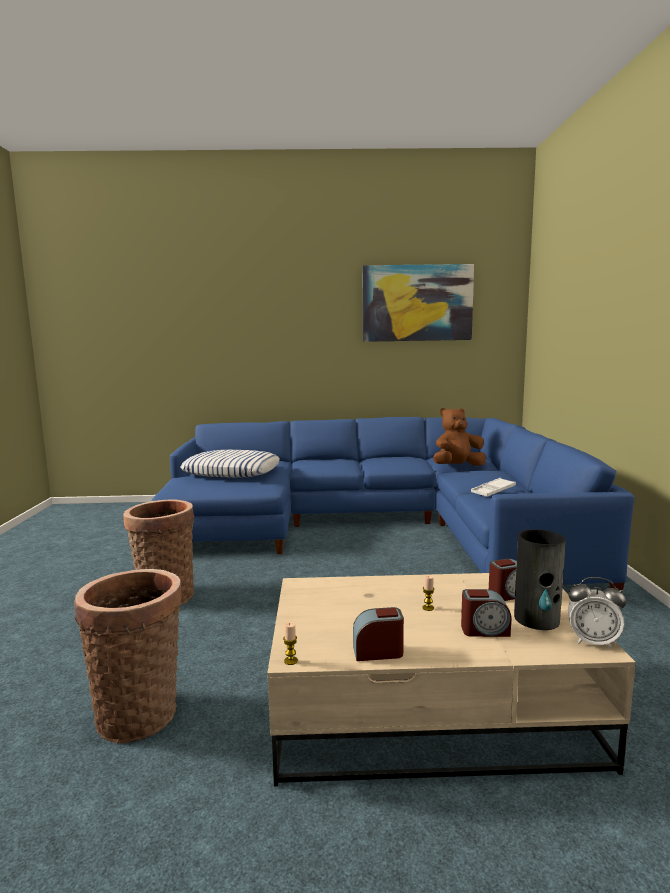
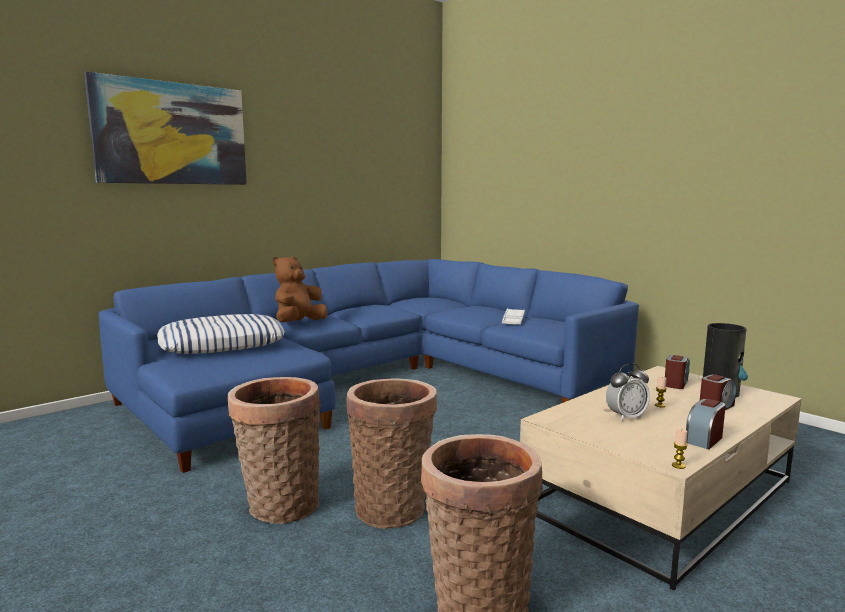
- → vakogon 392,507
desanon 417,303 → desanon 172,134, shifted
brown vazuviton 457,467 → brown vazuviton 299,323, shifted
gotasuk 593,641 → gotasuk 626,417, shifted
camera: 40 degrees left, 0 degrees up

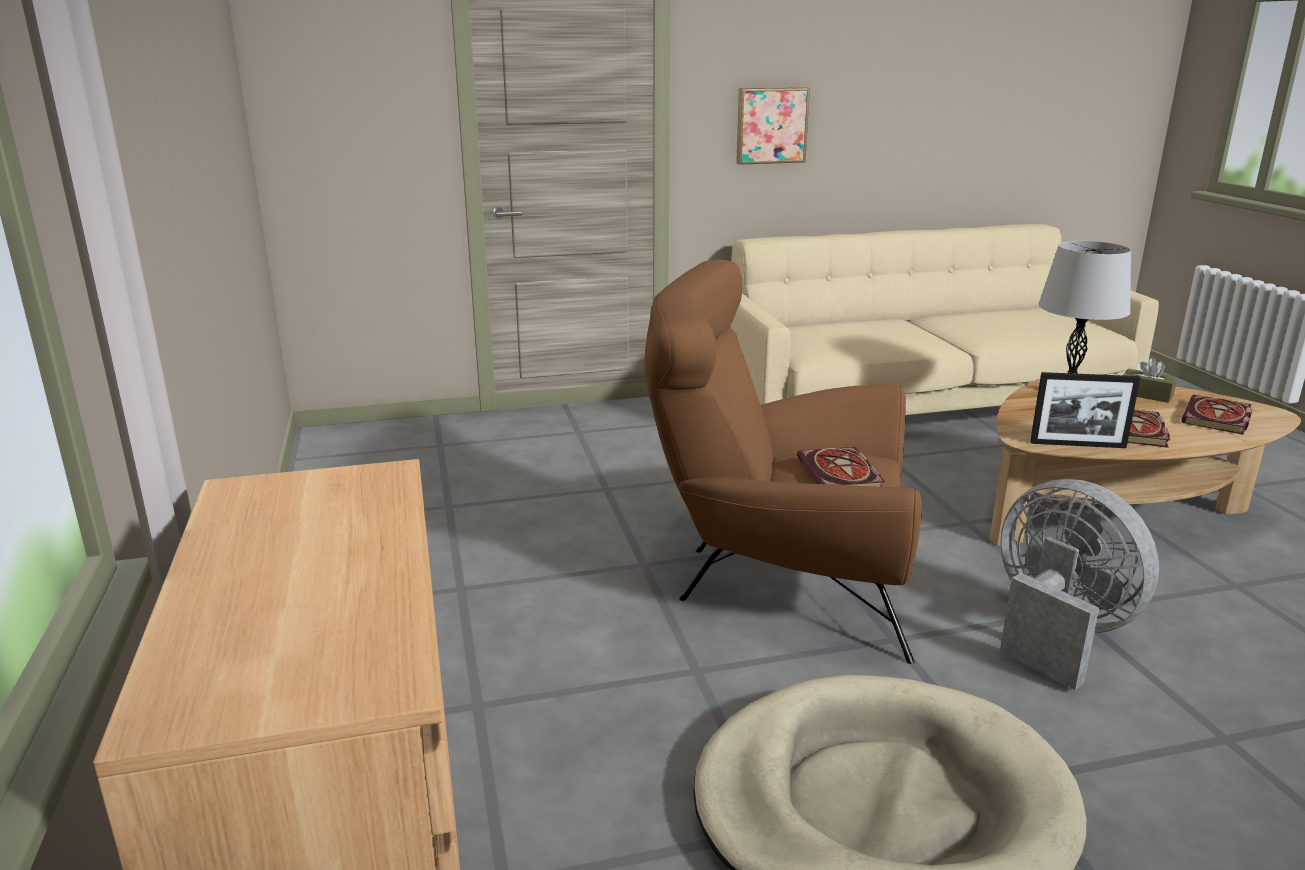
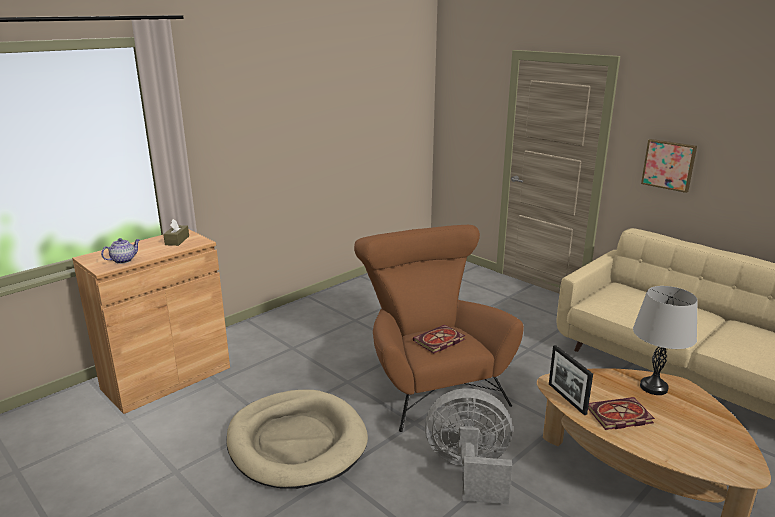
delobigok 1217,419 → -
- → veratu 123,260
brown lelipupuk 1146,394 → brown lelipupuk 177,240, shifted
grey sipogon 1057,632 → grey sipogon 469,471, 105 degrees counterclockwise
camera: 60 degrees right, 0 degrees up

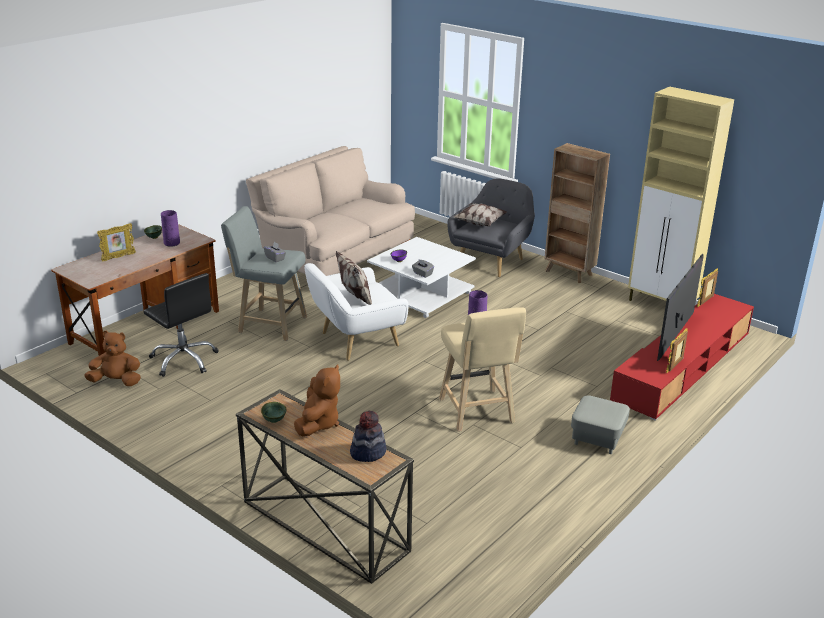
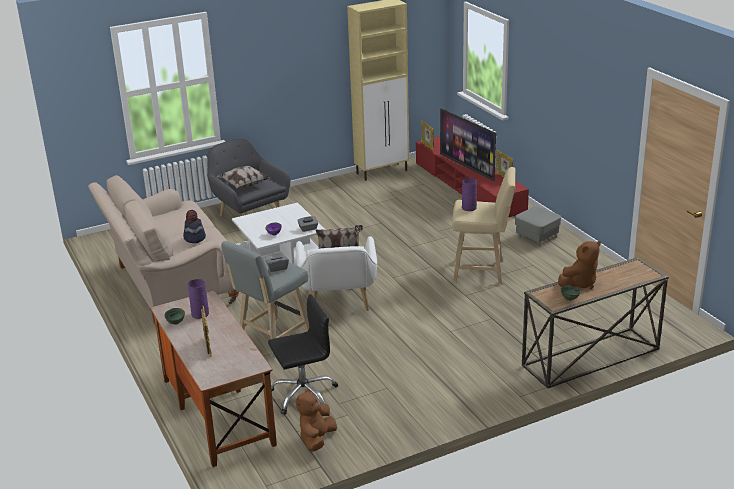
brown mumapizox 569,273 → -
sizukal 367,452 → sizukal 194,238, shifted
brown vazuviton 318,423 → brown vazuviton 579,283, 105 degrees clockwise
camera: 65 degrees left, 0 degrees up

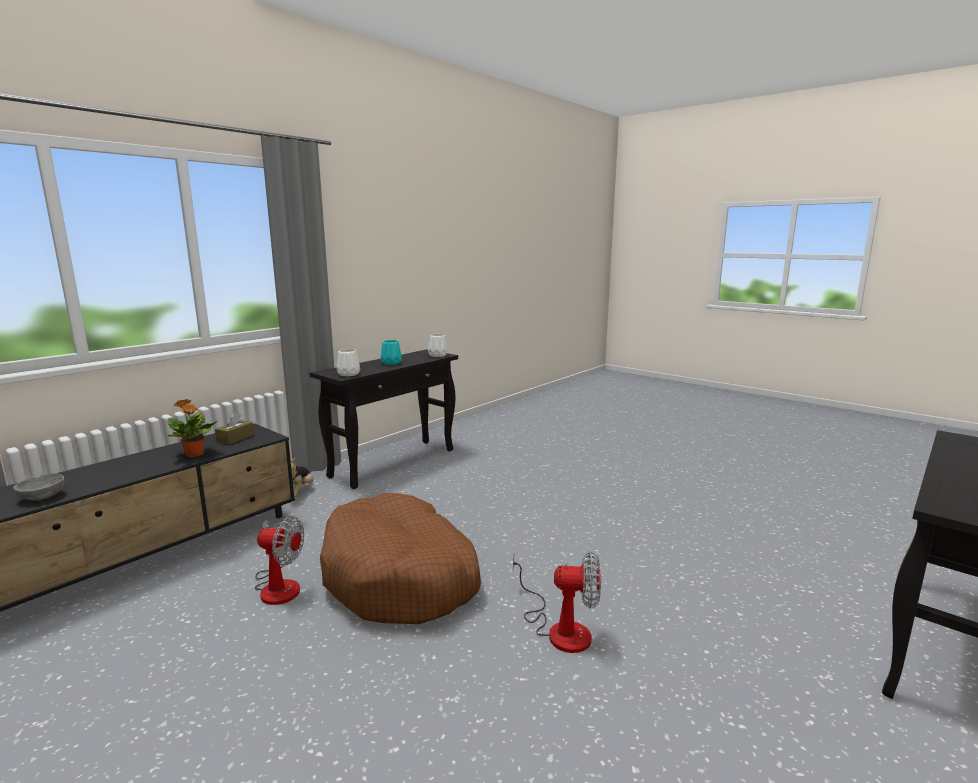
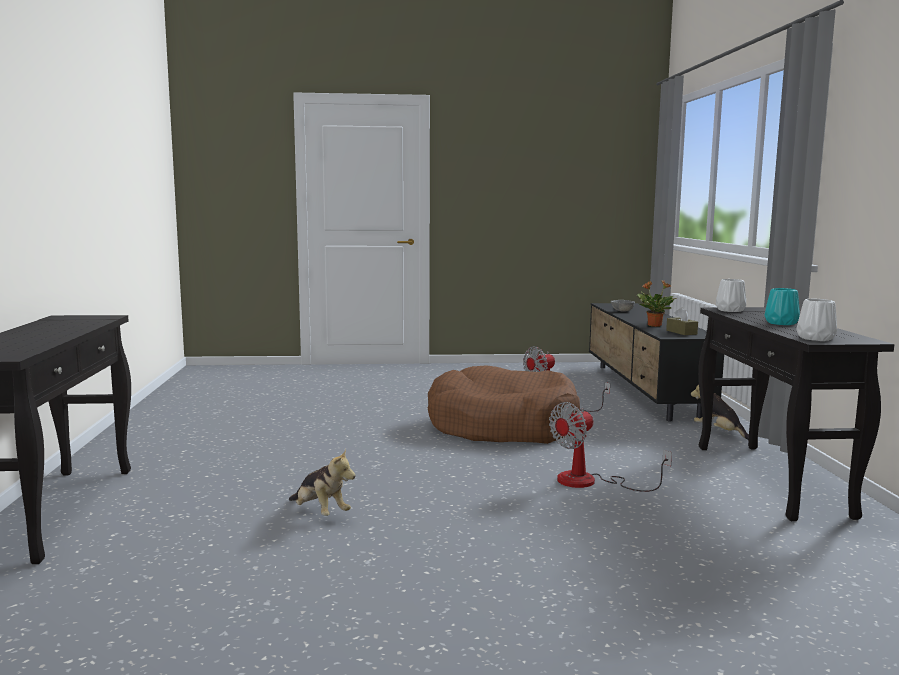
- → vazuviton 320,512
sipogon 559,628 → sipogon 590,482, shifted
camera: 135 degrees right, 5 degrees down

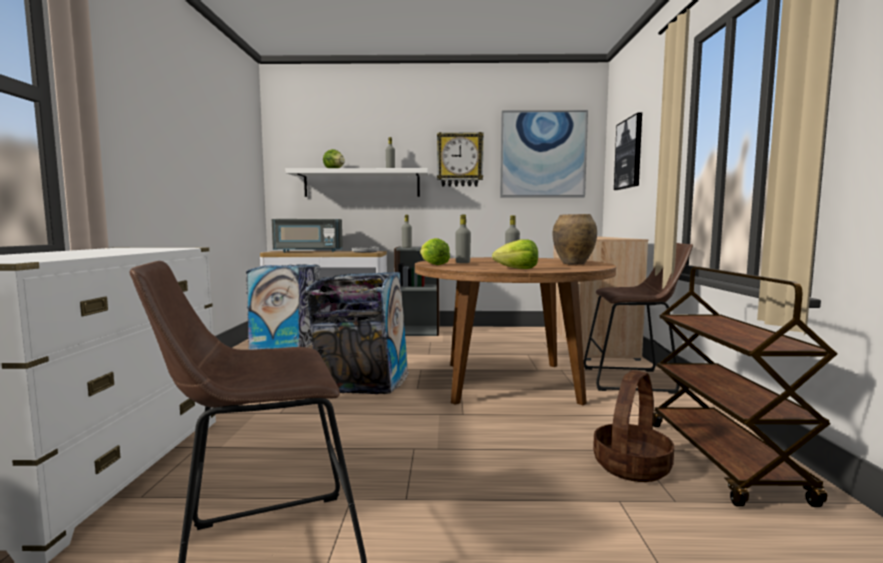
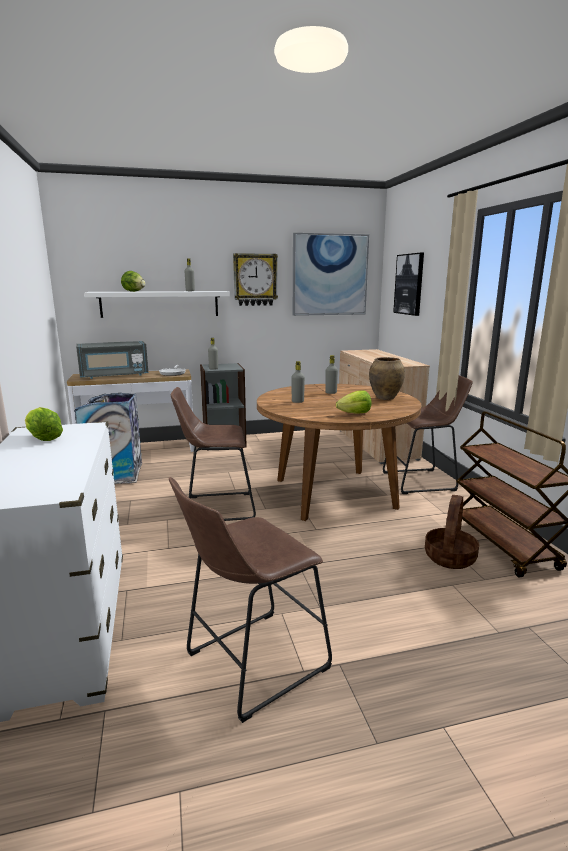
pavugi 433,264 → pavugi 43,438, shifted
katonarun 362,383 → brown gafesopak 215,508
camera: 15 degrees left, 10 degrees up

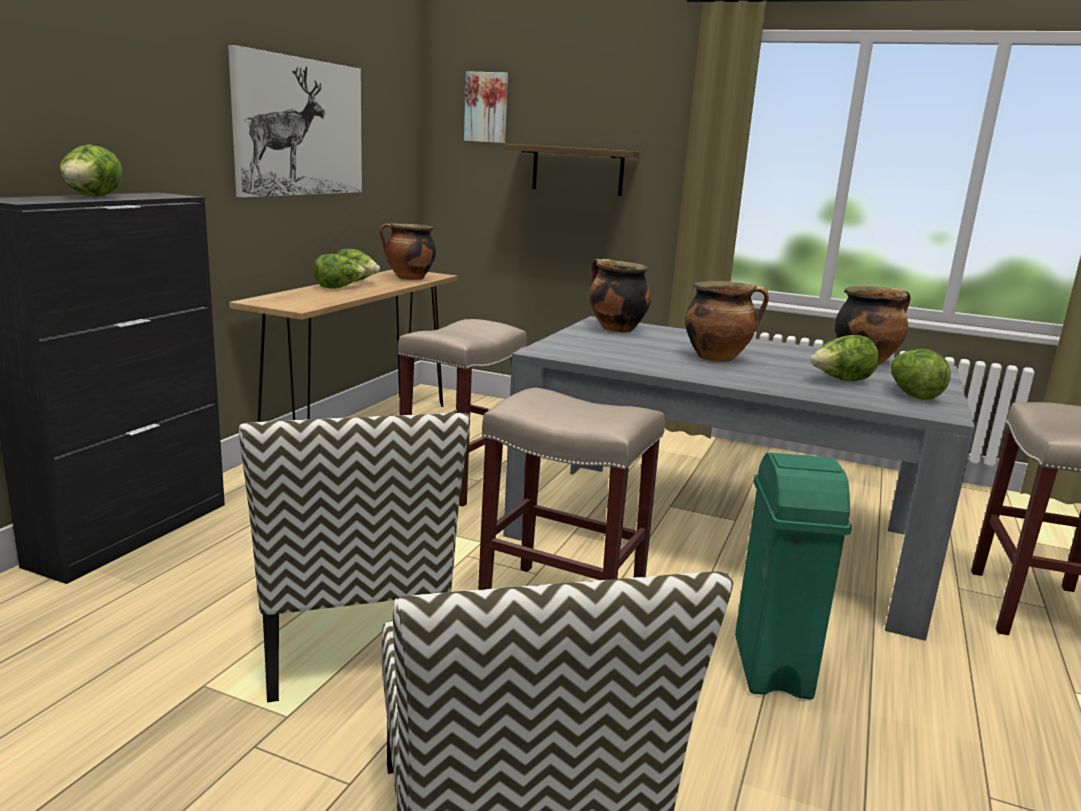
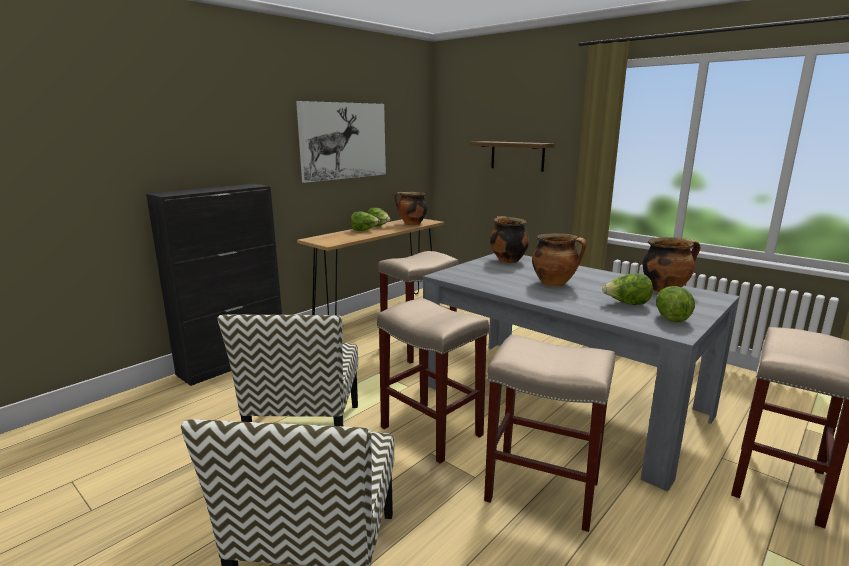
pavugi 92,197 → -
desanon 487,107 → -
green katonarun 771,667 → beige gafesopak 540,491
camera: 20 degrees right, 0 degrees up

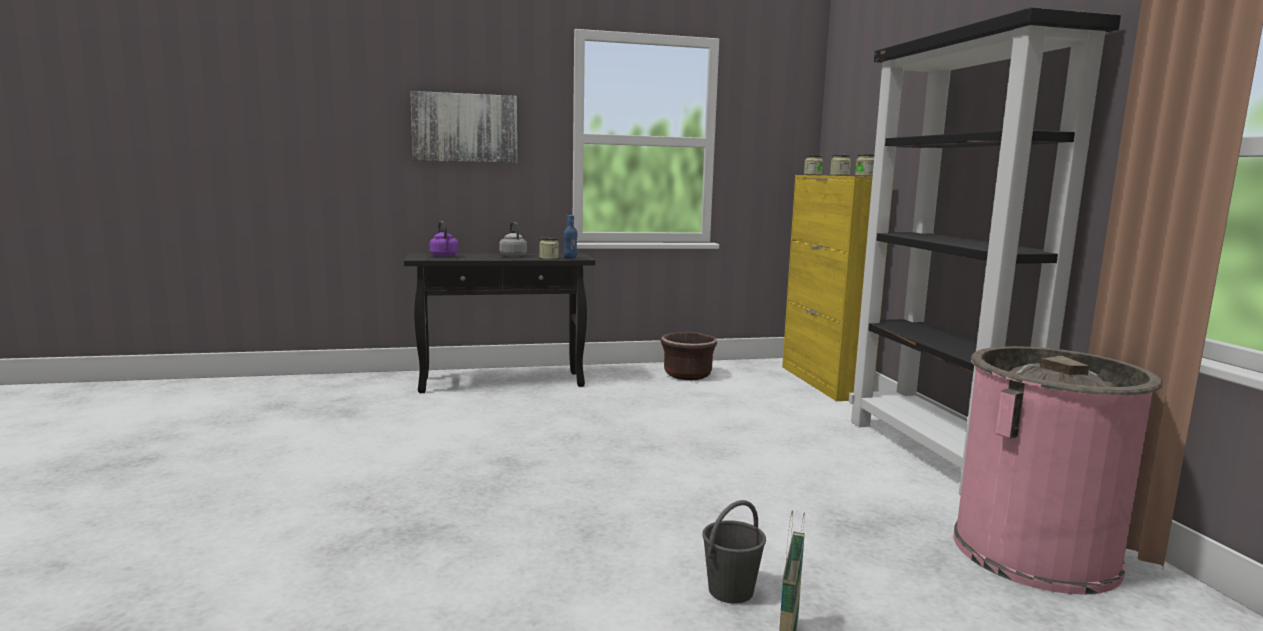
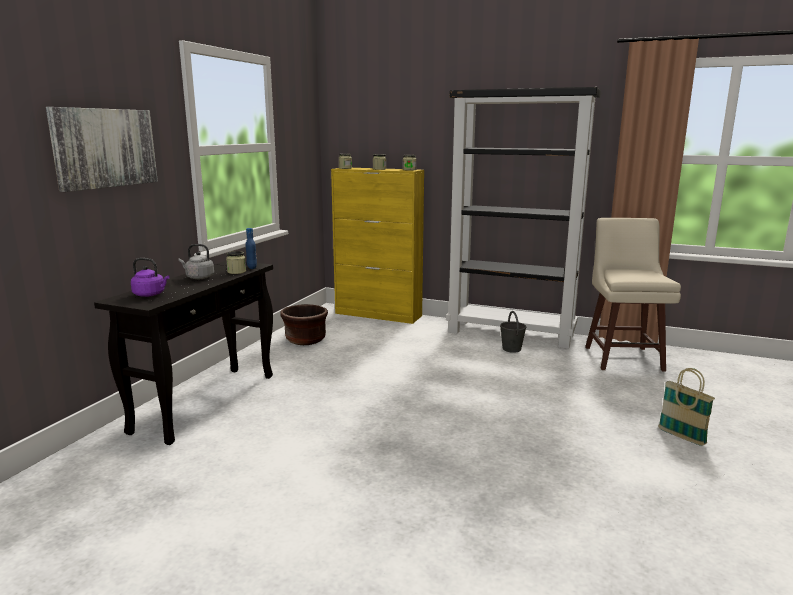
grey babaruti 730,591 → grey babaruti 511,349, shifted
pink katonarun 1035,551 → beige gafesopak 623,358
camera: 55 degrees left, 5 degrees up

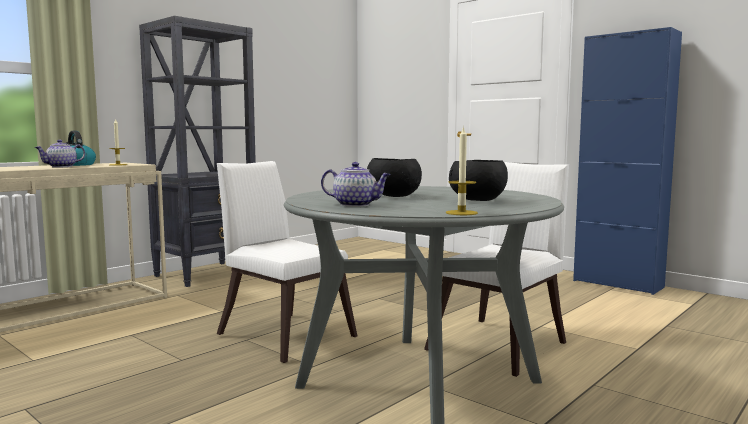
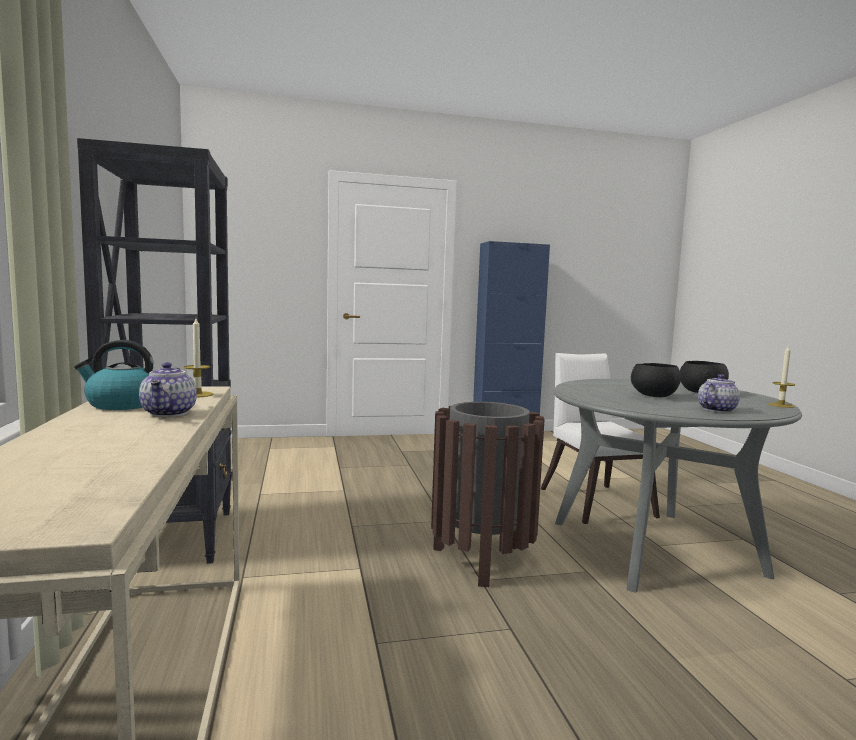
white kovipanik 282,333 → brown katonarun 482,559
camera: 55 degrees left, 0 degrees up

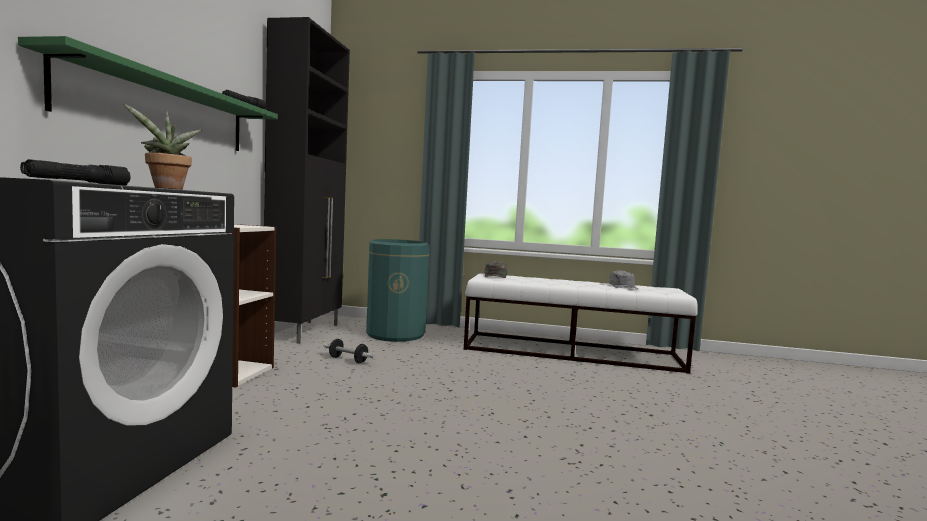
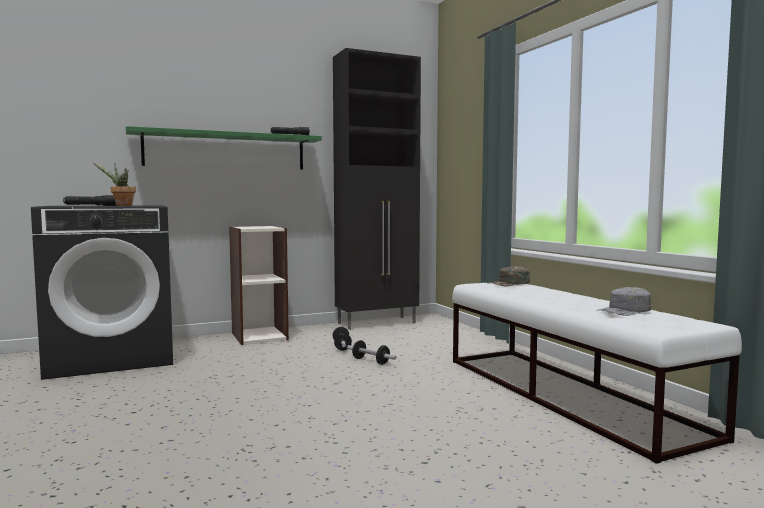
green katonarun 395,334 → -
- → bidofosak 370,361
camera: 55 degrees right, 0 degrees up

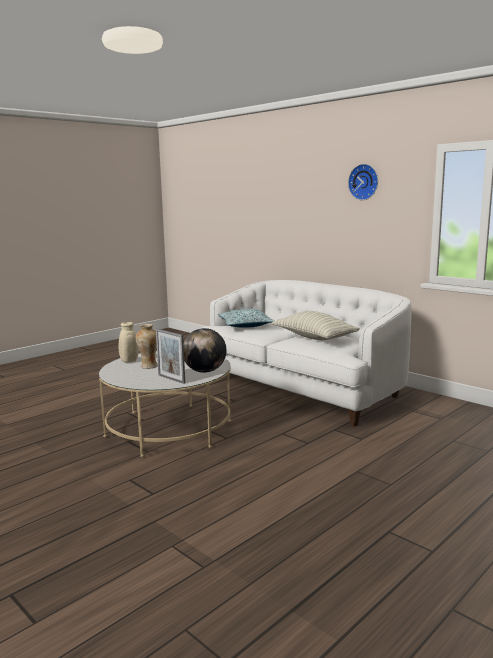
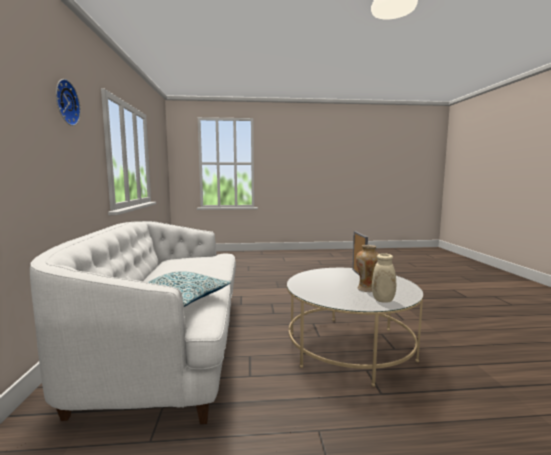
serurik 204,371 → -
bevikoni 314,337 → -
camera: 140 degrees left, 5 degrees down

